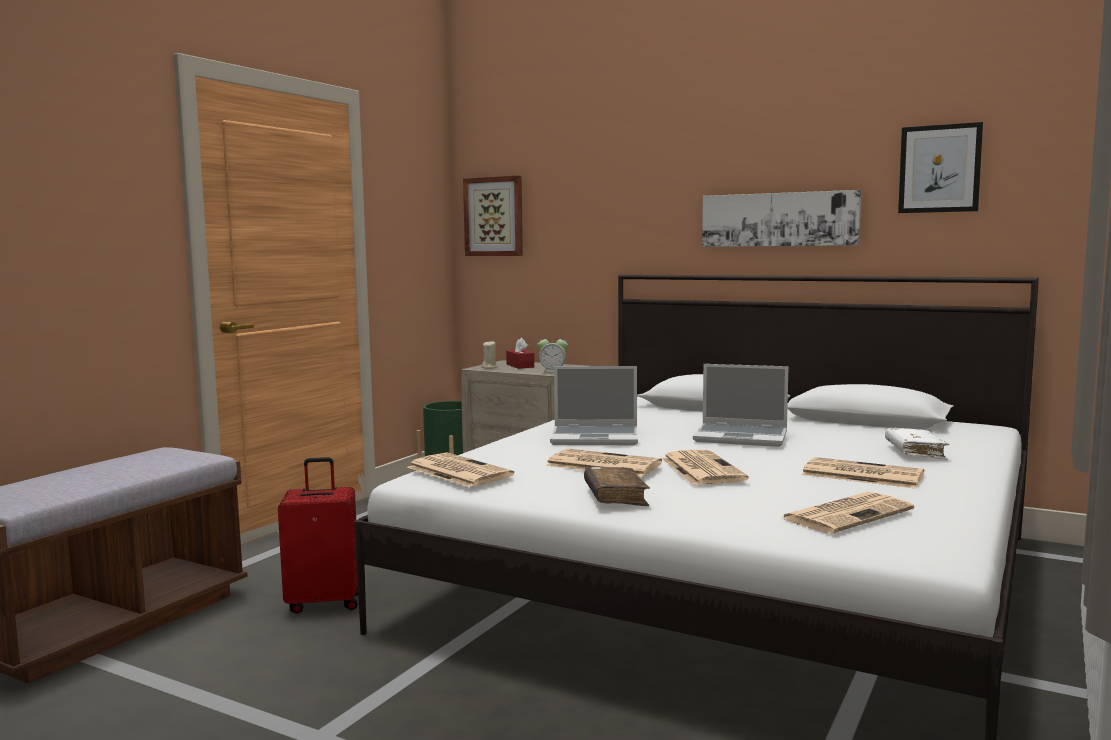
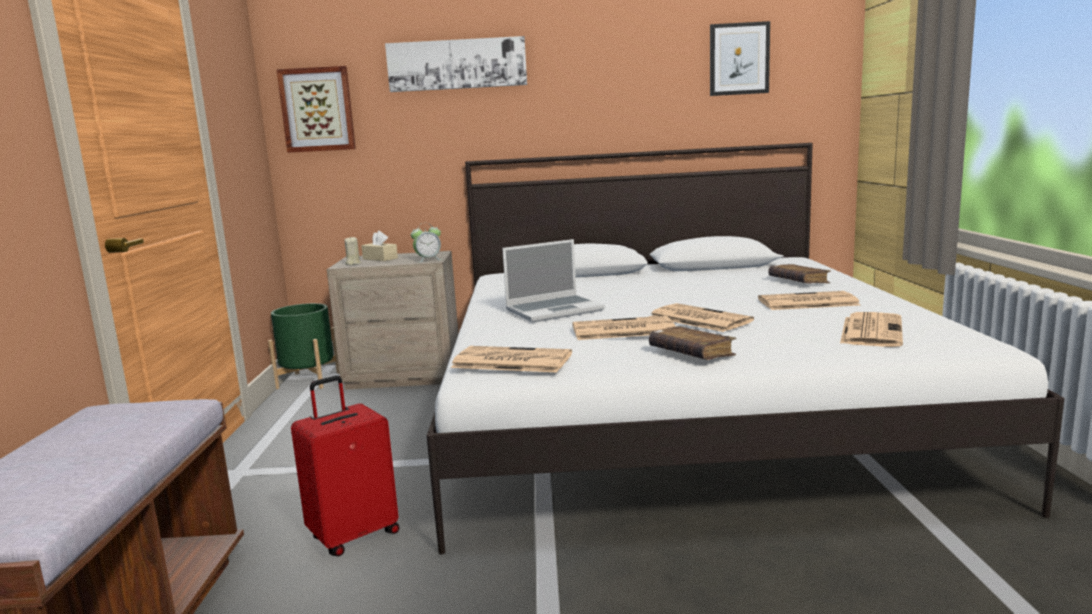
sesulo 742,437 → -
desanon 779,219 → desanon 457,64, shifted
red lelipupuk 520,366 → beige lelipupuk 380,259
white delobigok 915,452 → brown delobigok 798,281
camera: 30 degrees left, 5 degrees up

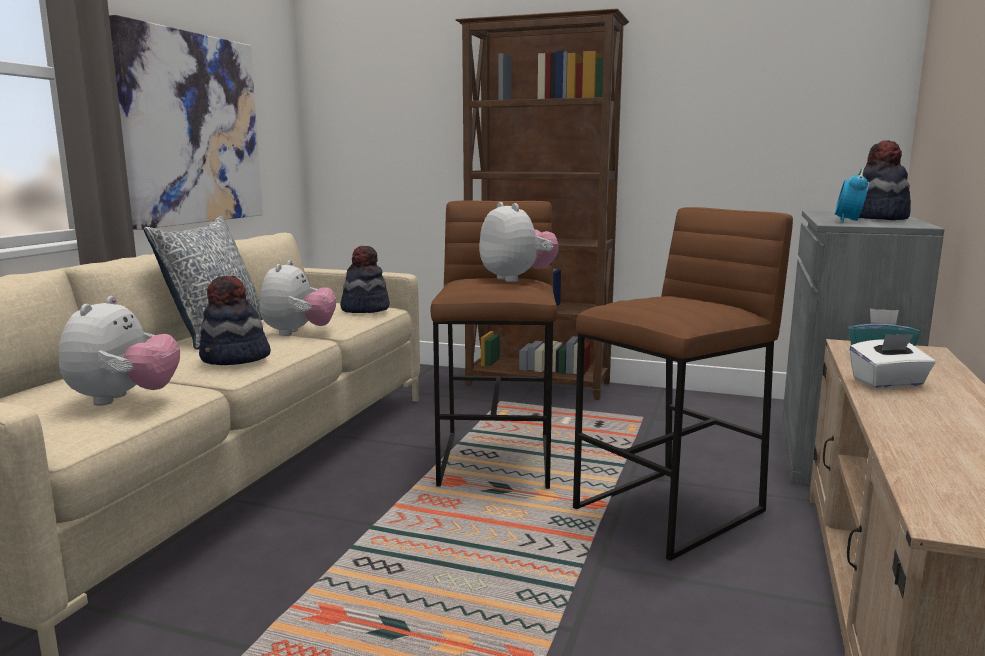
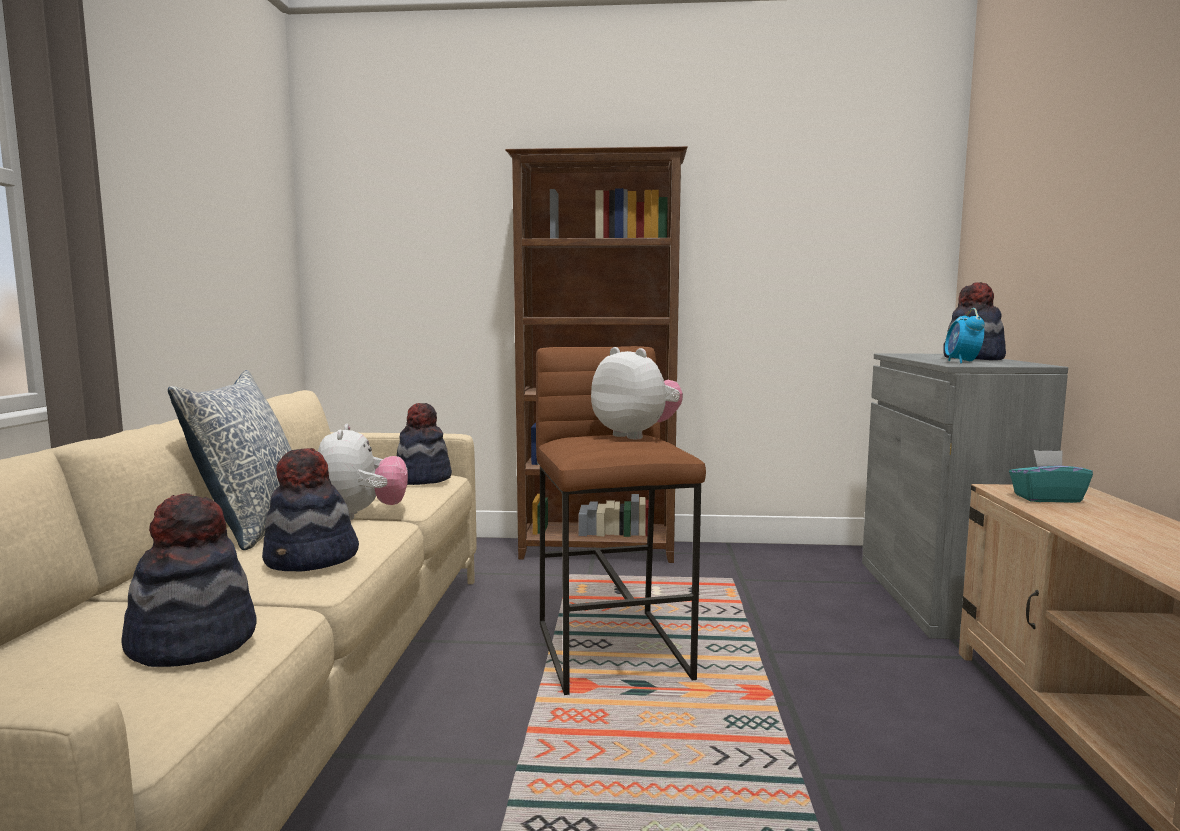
desanon 193,129 → -
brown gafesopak 670,511 → -
white lelipupuk 888,383 → -
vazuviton 124,399 → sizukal 193,642
camera: 15 degrees left, 5 degrees down

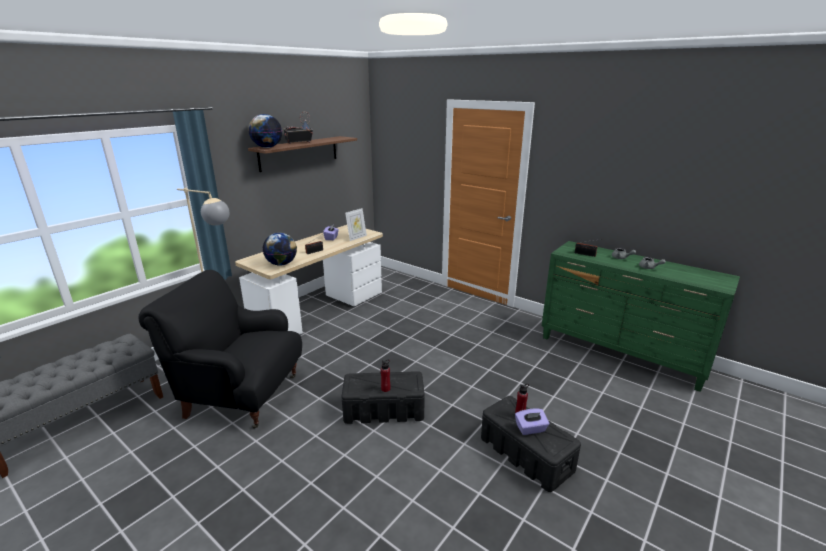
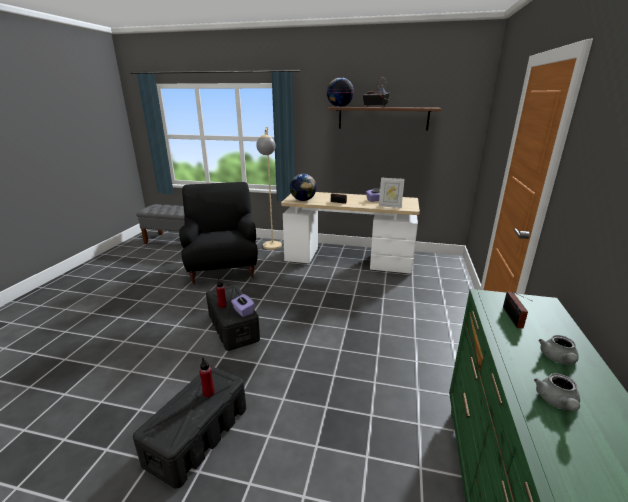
purple lelipupuk 530,429 → purple lelipupuk 243,311, shifted
camera: 65 degrees right, 0 degrees up

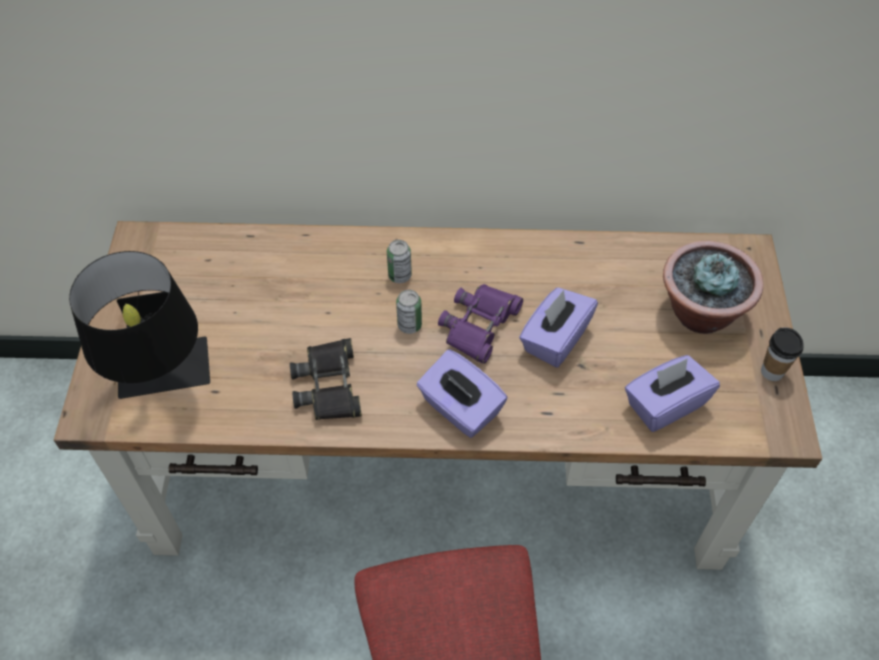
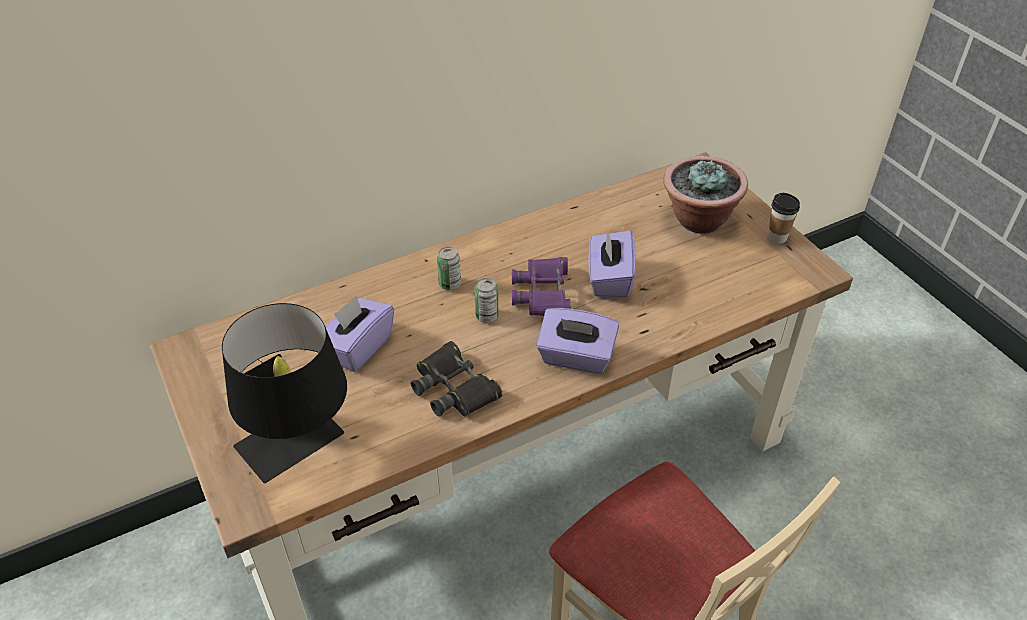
purple lelipupuk 664,404 → purple lelipupuk 358,348, shifted
camera: 30 degrees left, 10 degrees down

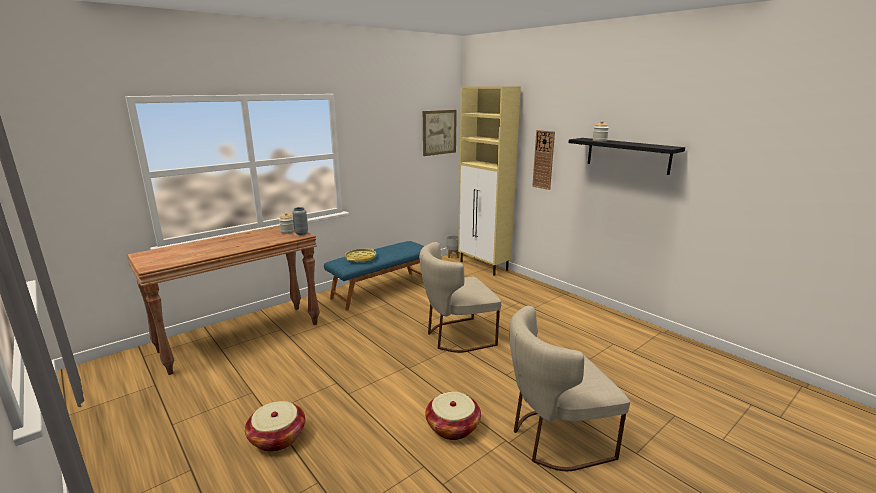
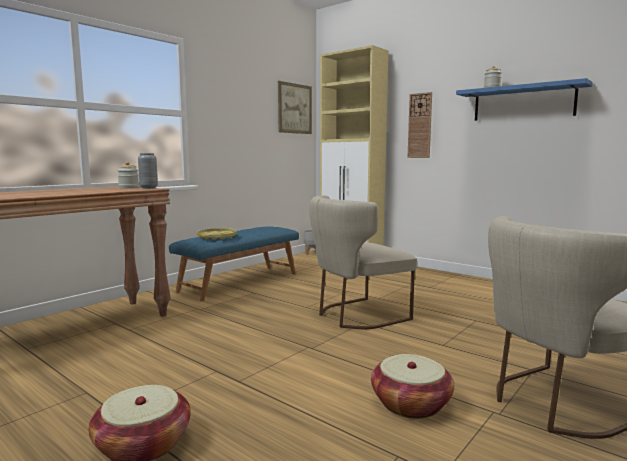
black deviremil 627,155 → blue deviremil 523,103
camera: 10 degrees left, 10 degrees down

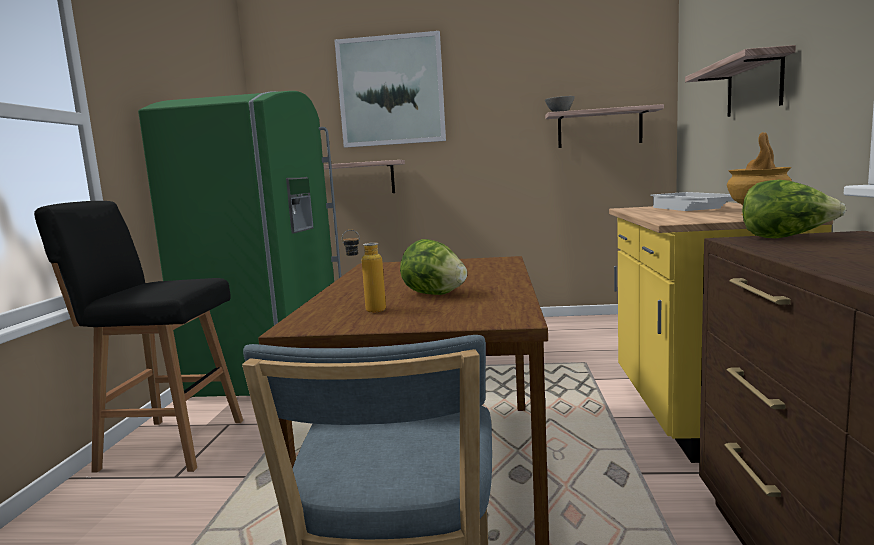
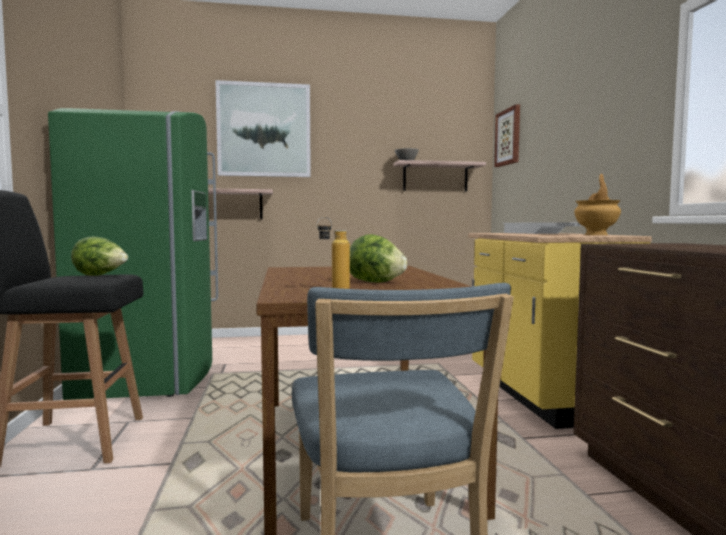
deviremil 754,86 → -
- → desanon 508,137
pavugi 786,238 → pavugi 101,275, shifted
camera: 15 degrees left, 5 degrees down

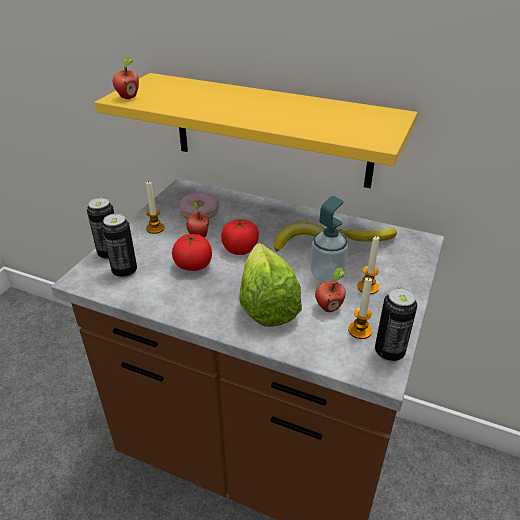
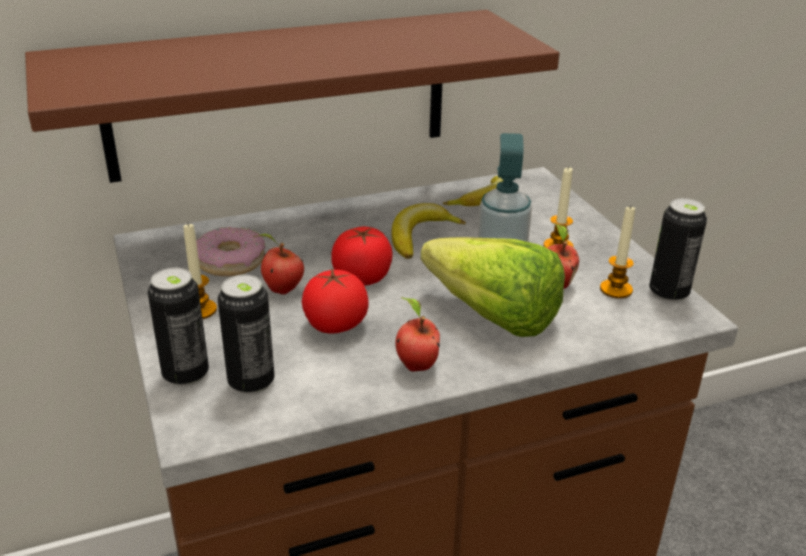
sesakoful 128,97 → sesakoful 415,365, shifted
yellow deviremil 271,130 → brown deviremil 280,95
camera: 45 degrees left, 5 degrees down

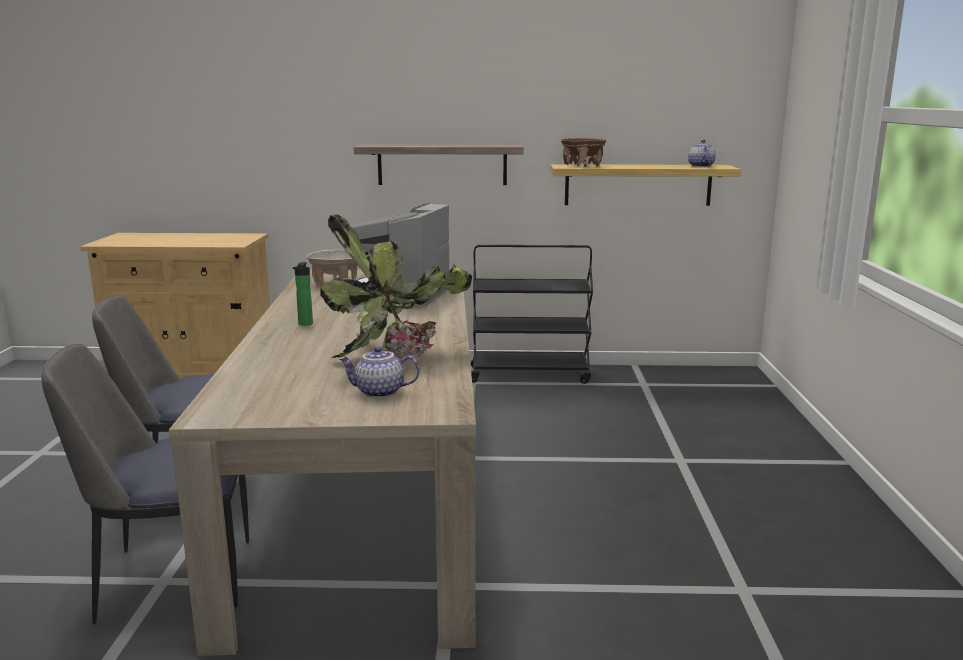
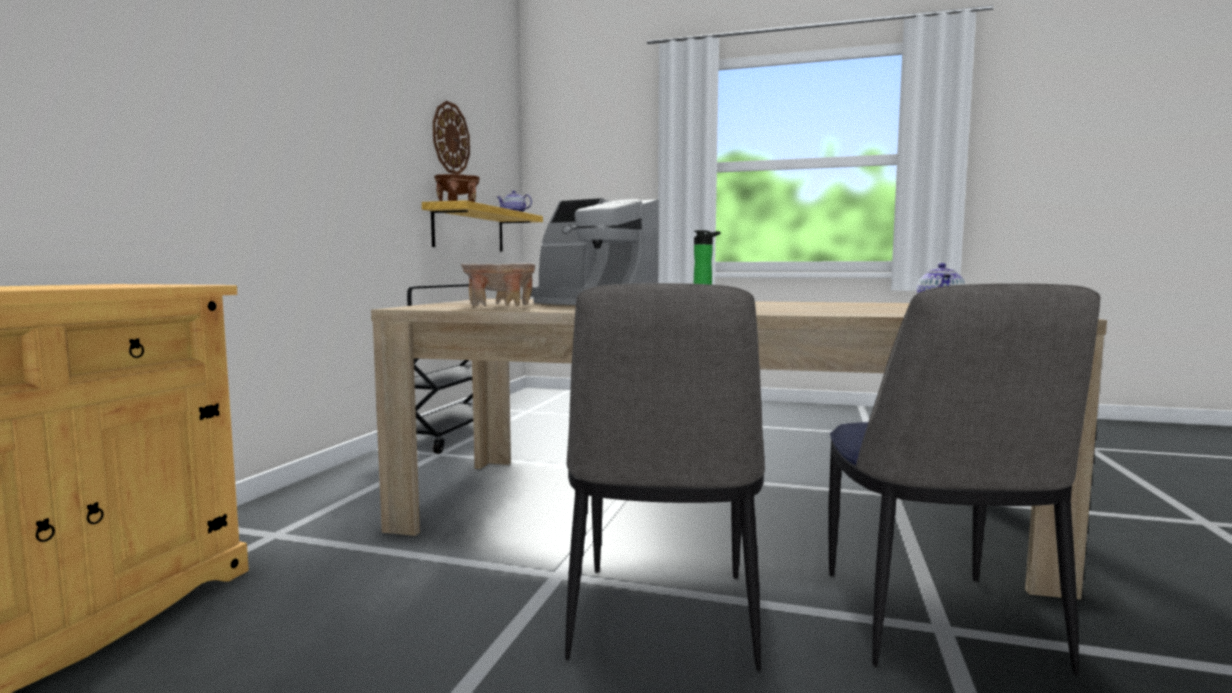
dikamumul 396,354 → -
deviremil 442,164 → -
- → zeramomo 450,138
camera: 75 degrees left, 10 degrees down

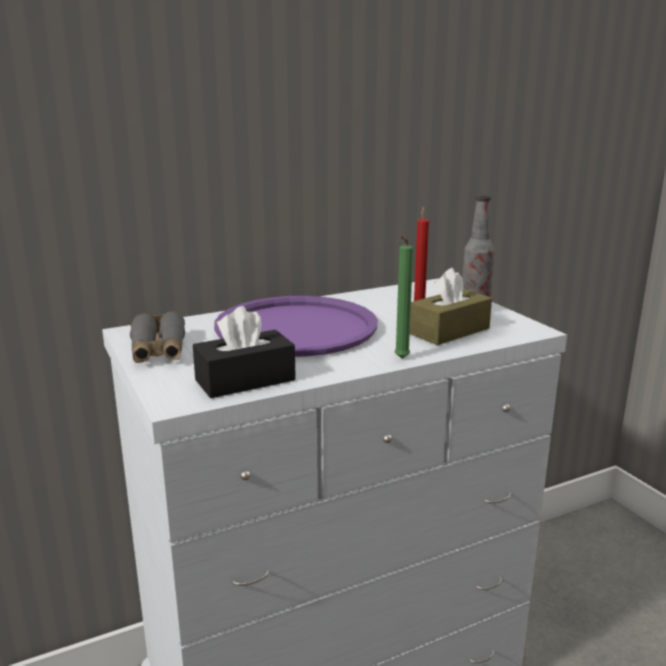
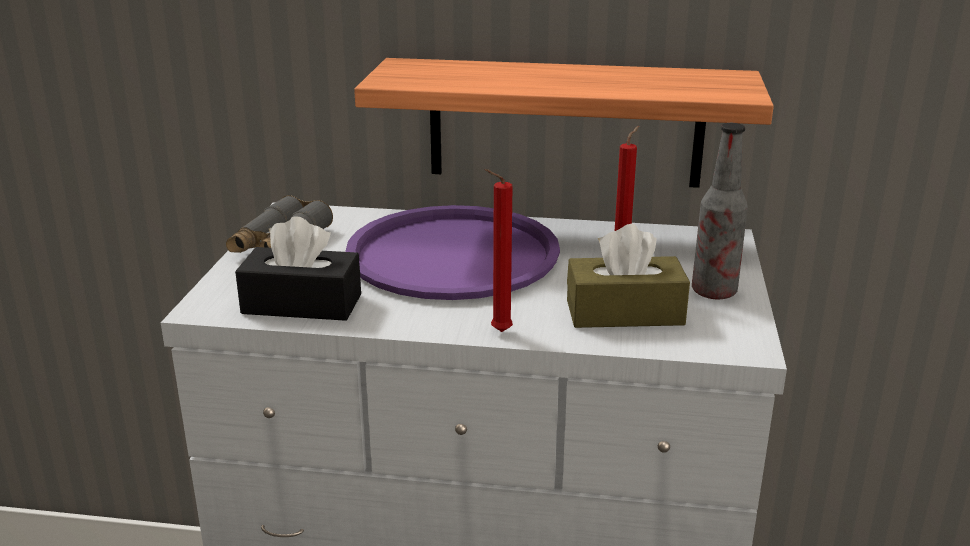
- → deviremil 565,123
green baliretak 400,359 → red baliretak 498,332
camera: 35 degrees right, 5 degrees up

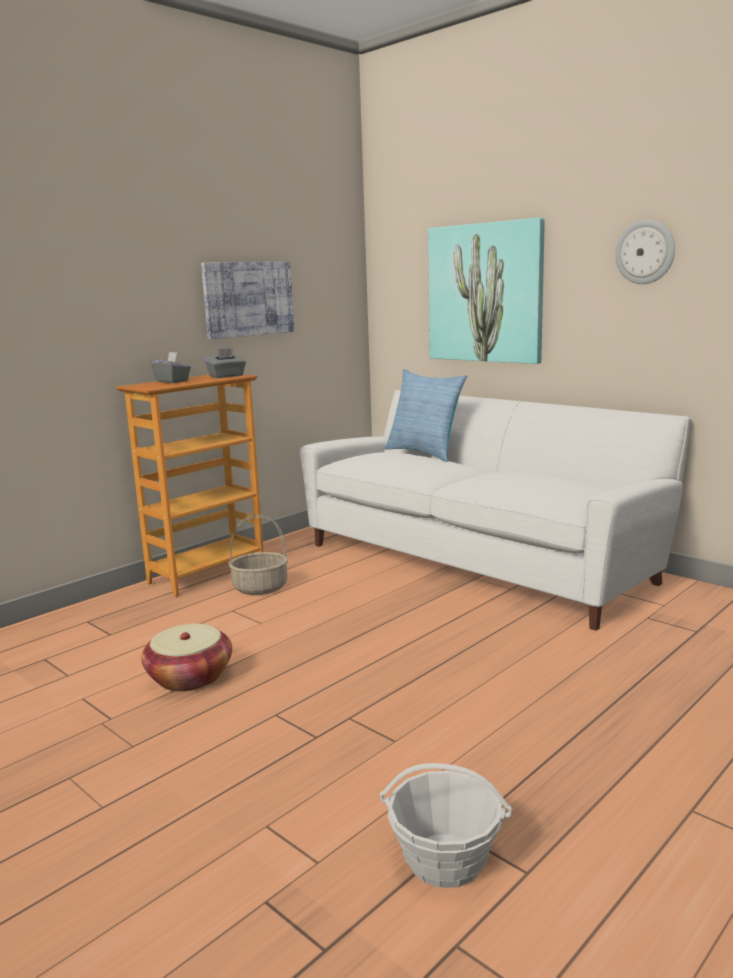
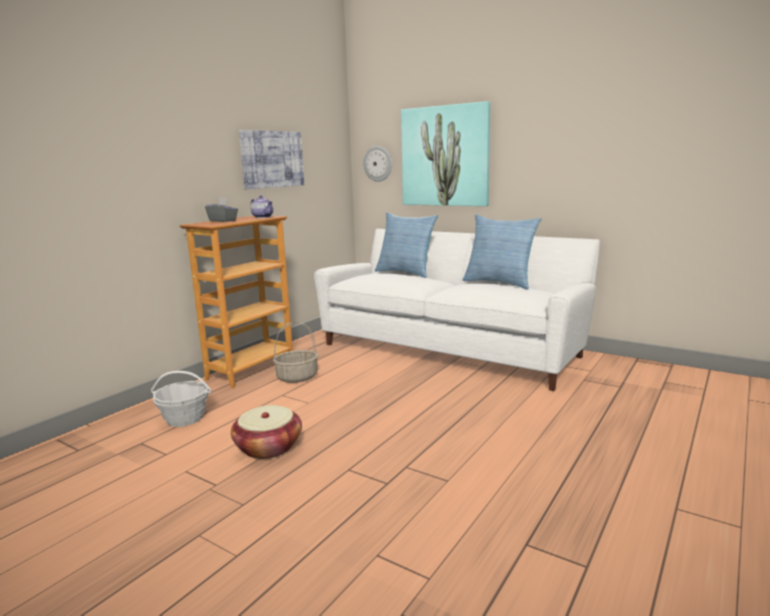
- → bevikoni 500,282
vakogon 445,860 → vakogon 184,418, shifted
zeramomo 645,252 → zeramomo 378,163, shifted
grey lelipupuk 226,376 → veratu 263,217
camera: 10 degrees left, 0 degrees up

